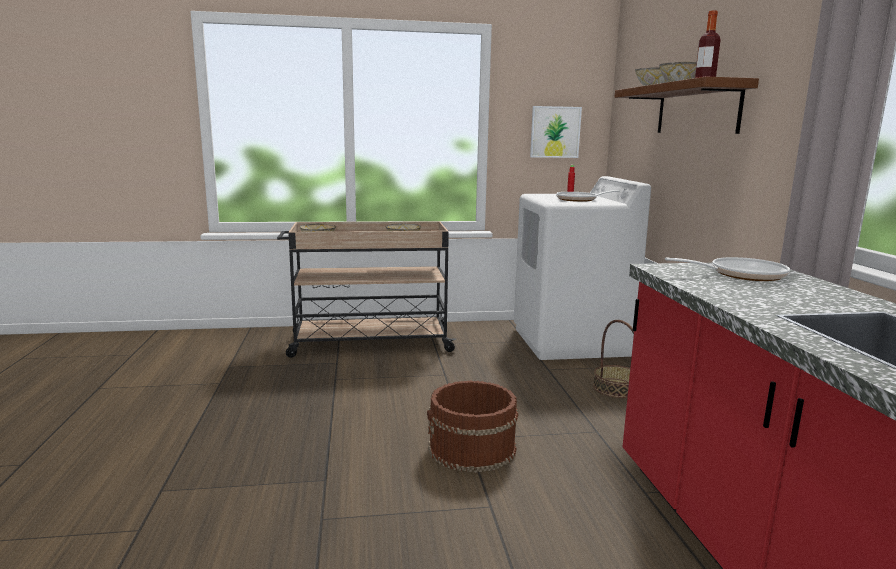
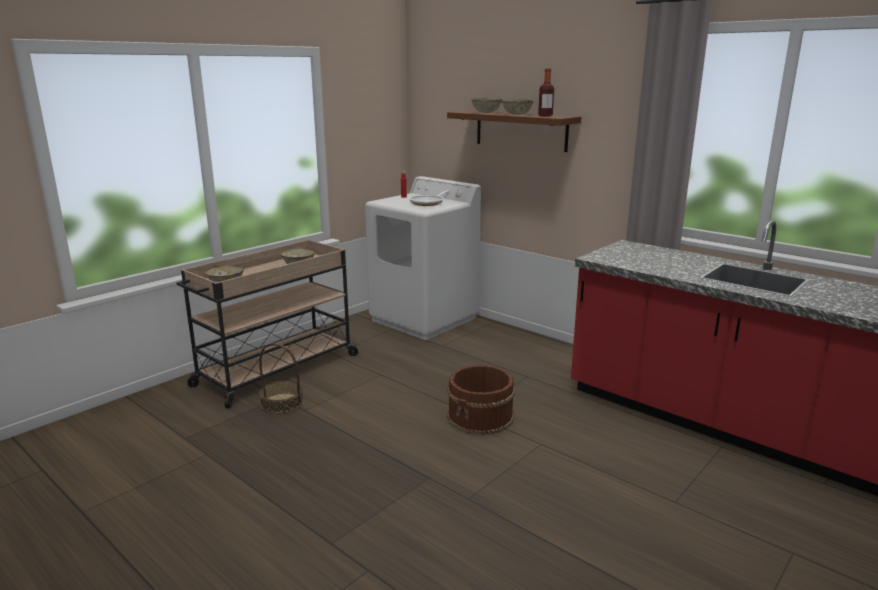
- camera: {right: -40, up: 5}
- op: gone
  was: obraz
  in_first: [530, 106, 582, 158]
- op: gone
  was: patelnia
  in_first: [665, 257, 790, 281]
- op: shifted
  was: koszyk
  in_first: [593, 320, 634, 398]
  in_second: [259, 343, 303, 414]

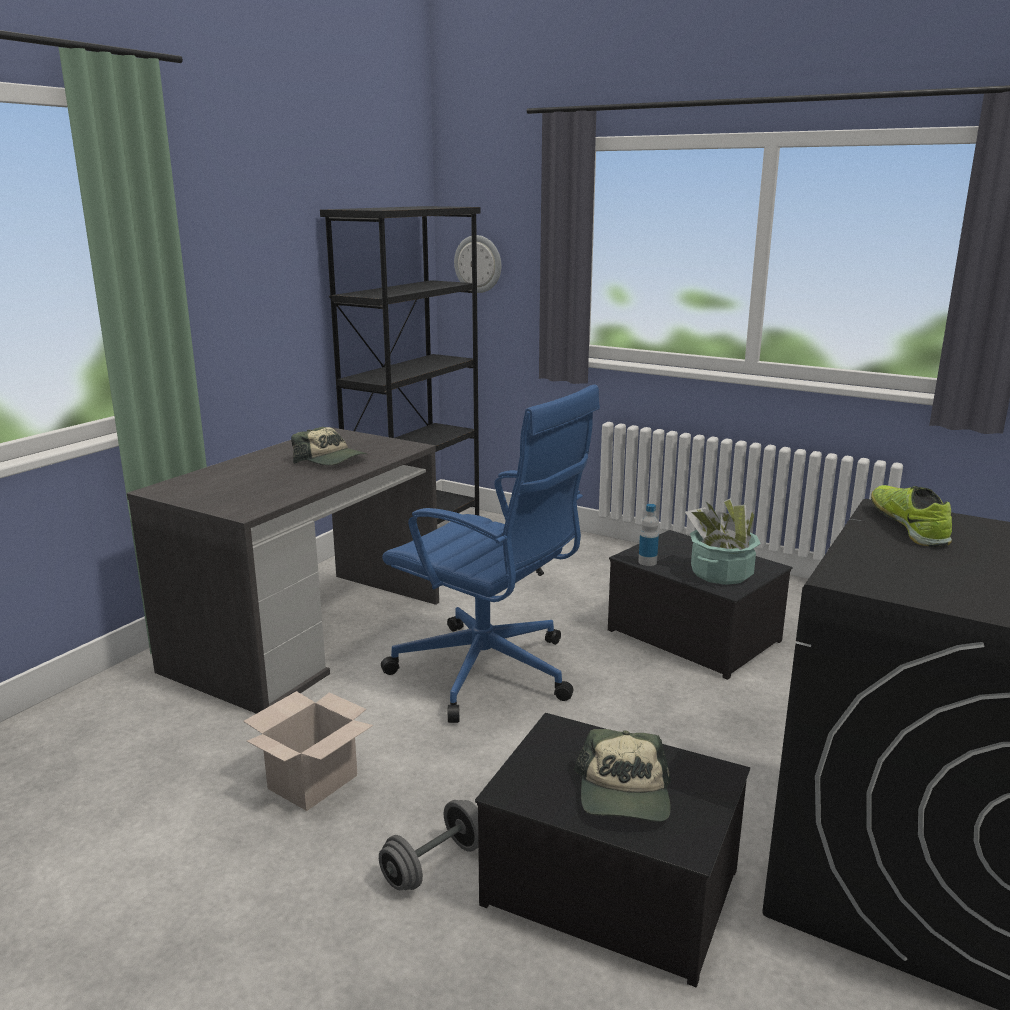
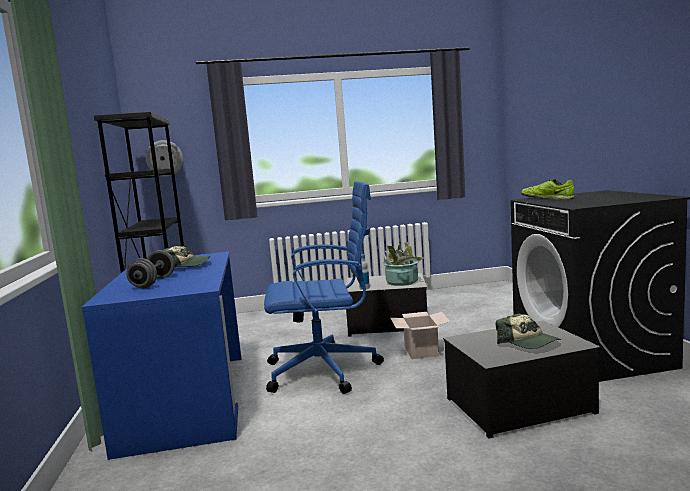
- camera: {right: -40, up: -10}
- op: shifted
  was: karton
  in_first: [243, 691, 373, 811]
  in_second: [390, 312, 450, 359]
- op: shifted
  was: hantel (szary)
  in_first: [379, 800, 478, 890]
  in_second: [126, 250, 175, 288]
- op: repainted
  was: biurko (szary)
  now: biurko (niebieski)
  in_first: [127, 427, 439, 714]
  in_second: [82, 252, 241, 460]

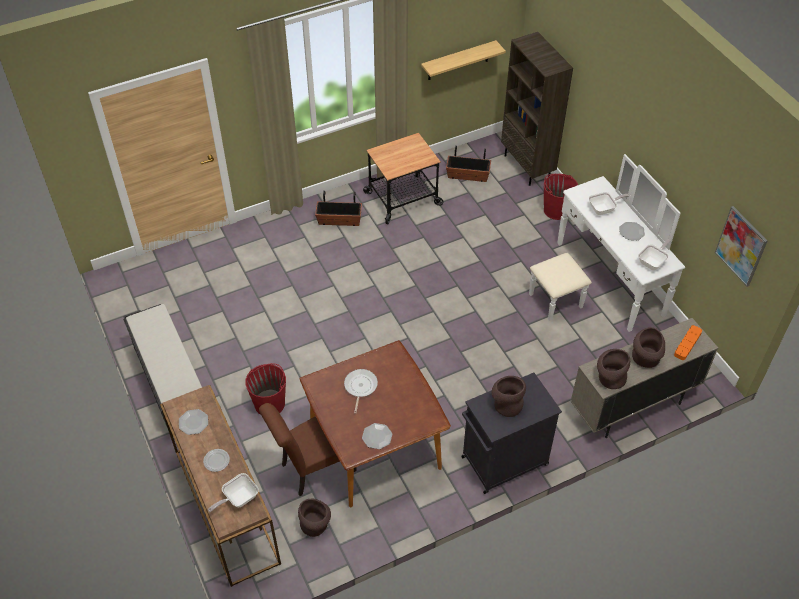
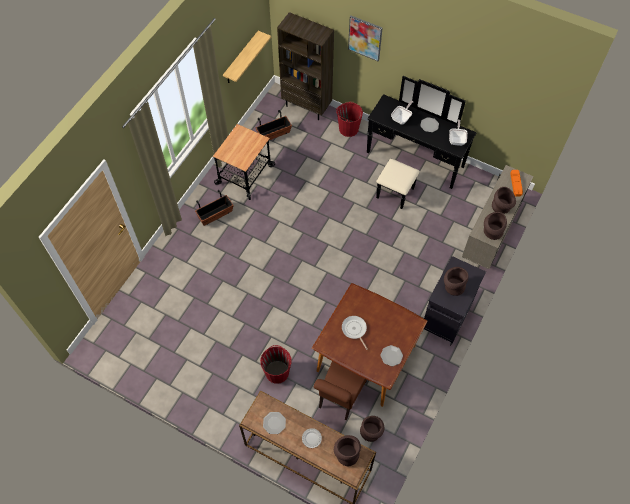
- camera: {right: -35, up: 10}
- op: gone
  was: ławka (czarny)
  in_first: [123, 304, 202, 437]
- op: shifted
  was: obraz
  in_first: [715, 206, 767, 287]
  in_second: [348, 16, 383, 61]
- op: swapped
  was: patelnia
  now: wazon (brązowy)
  in_first: [208, 473, 259, 512]
  in_second: [334, 435, 361, 466]
- op: repainted
  was: komoda (biały)
  now: komoda (czarny)
  in_first: [529, 154, 685, 332]
  in_second: [367, 76, 476, 209]

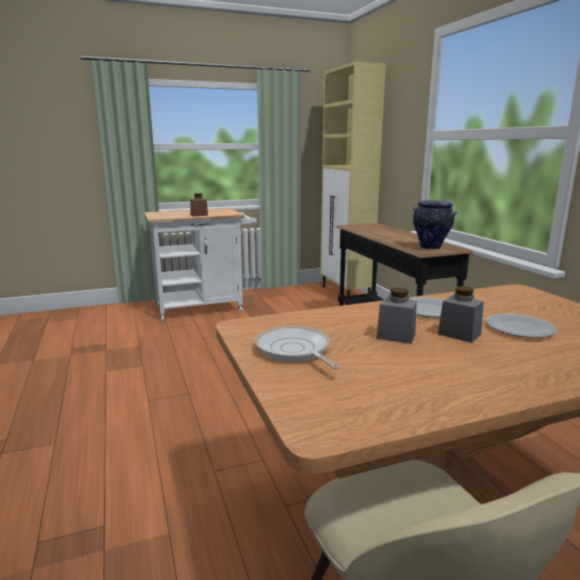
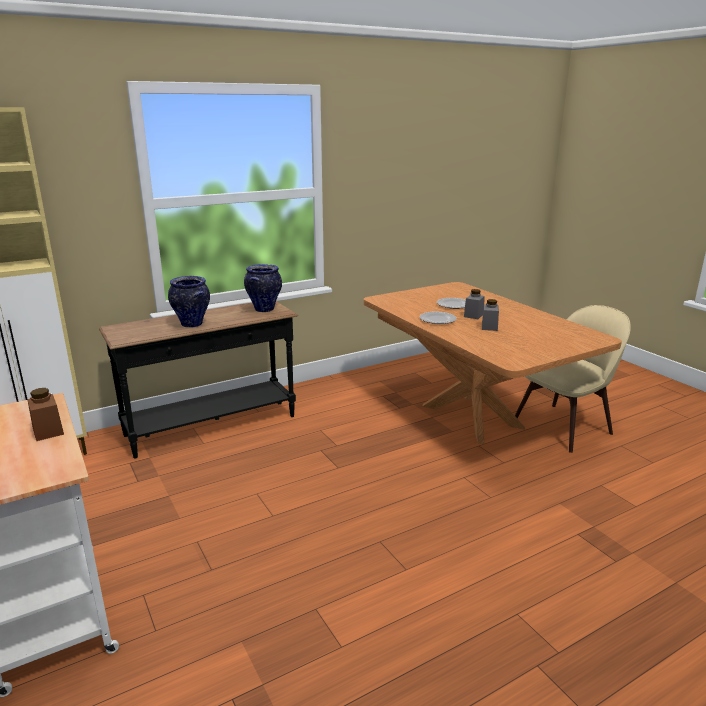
- camera: {right: -100, up: 5}
- op: gone
  was: patelnia
  in_first: [255, 326, 340, 369]
- op: new
  now: wazon
  in_second: [168, 276, 210, 328]

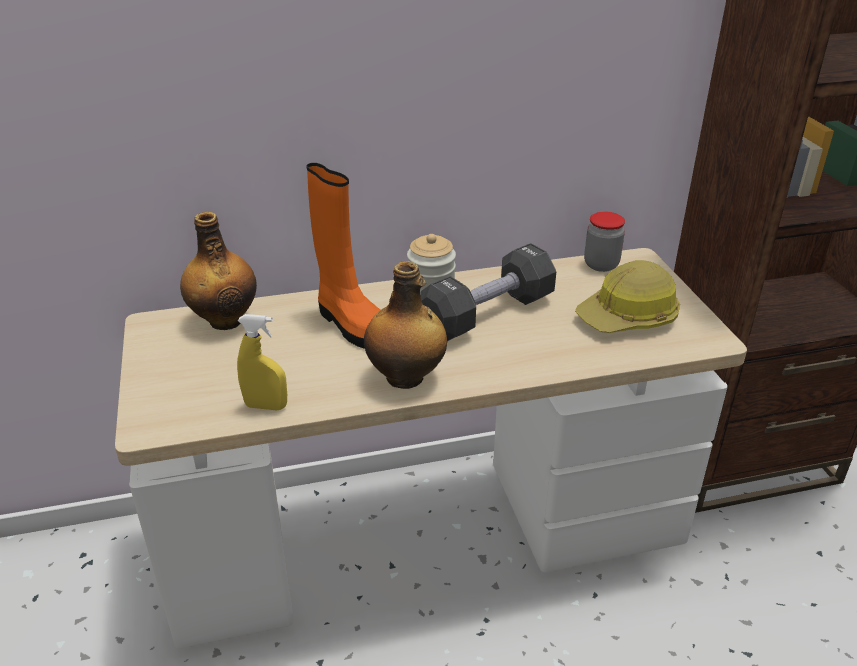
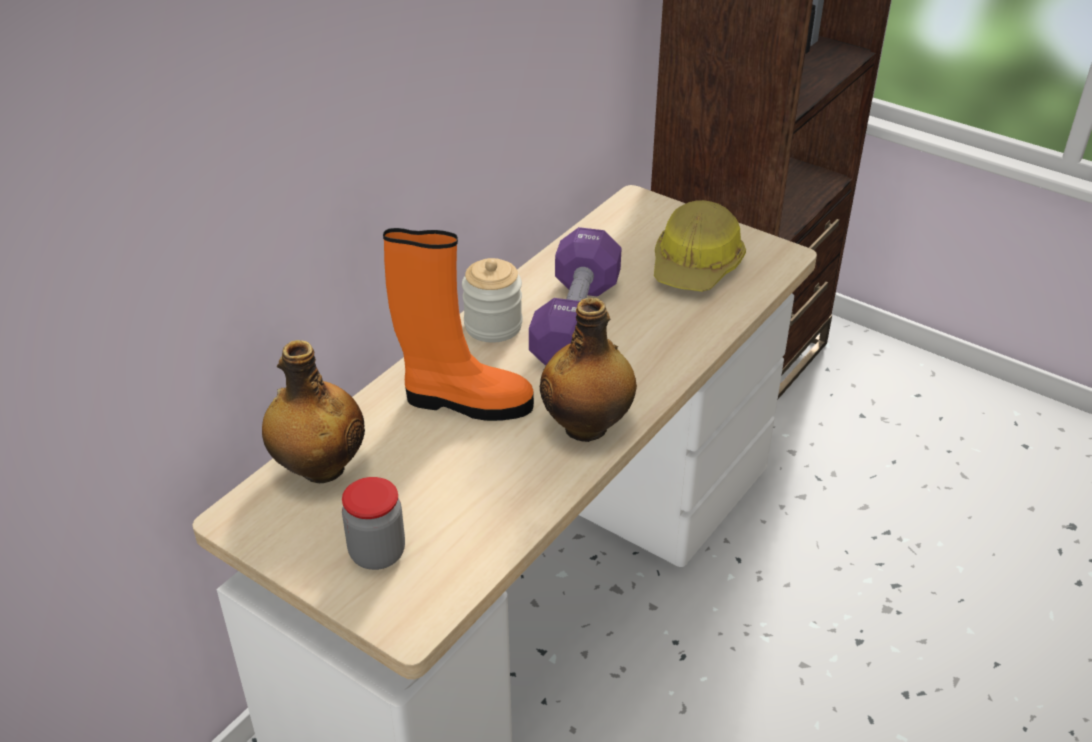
- camera: {right: -40, up: 5}
- op: gone
  was: spryskiwacz (żółty)
  in_first: [237, 314, 287, 410]
- op: shifted
  was: słoik
  in_first: [584, 212, 625, 272]
  in_second: [342, 477, 405, 570]
- op: repainted
  was: hantel (czarny)
  now: hantel (fioletowy)
  in_first: [420, 243, 556, 341]
  in_second: [529, 227, 622, 366]

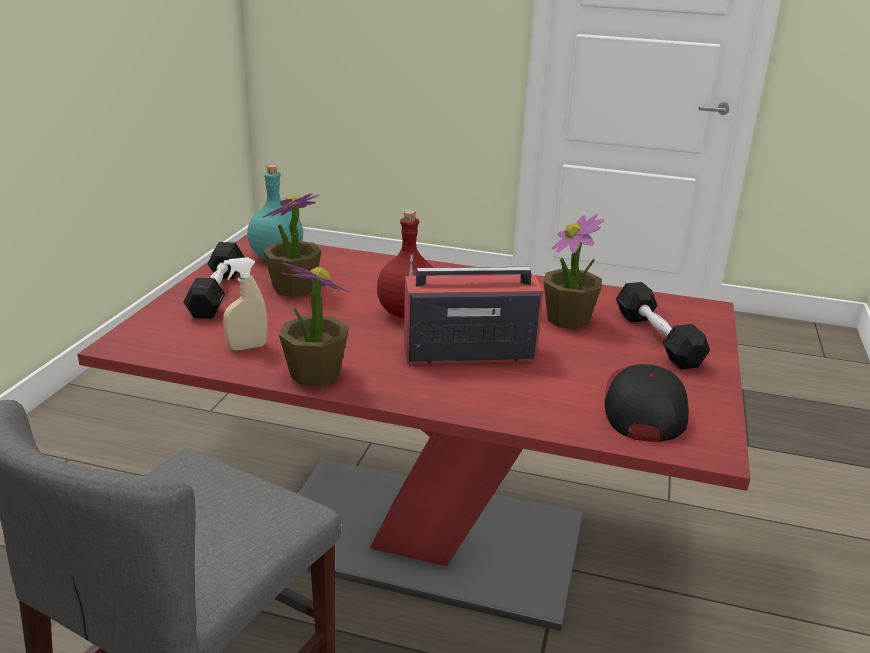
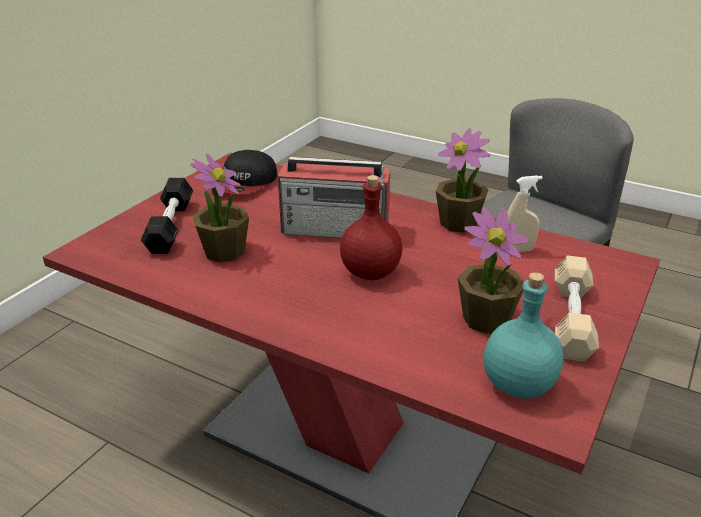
- camera: {right: -165, up: 5}
- op: repainted
  was: hantel (czarny)
  now: hantel (beżowy)
  in_first: [183, 242, 245, 319]
  in_second: [555, 255, 599, 362]

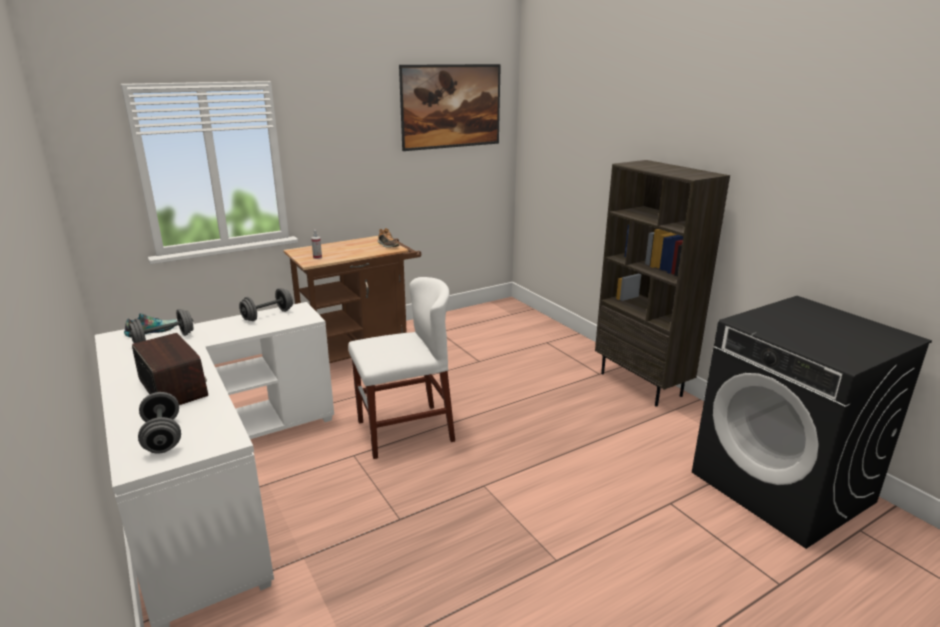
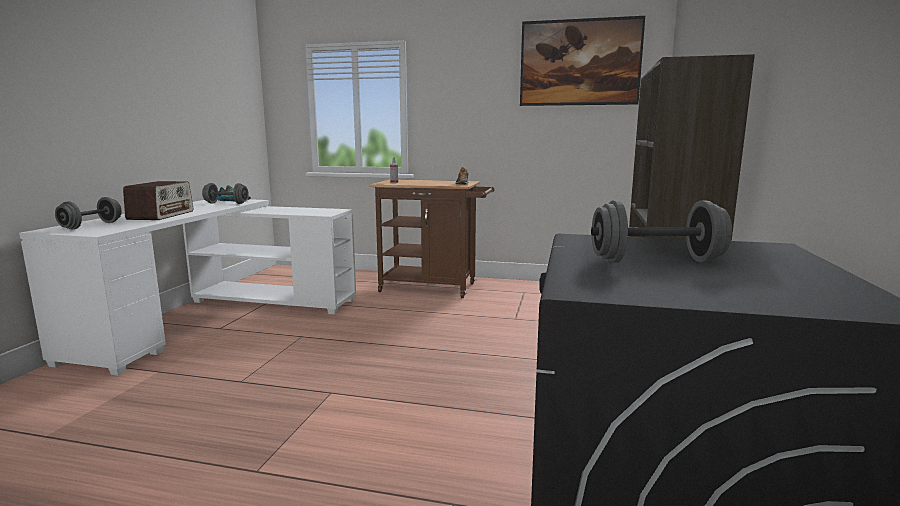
- camera: {right: 45, up: -10}
- op: gone
  was: krzesło (biały)
  in_first: [348, 277, 455, 459]
- op: shifted
  was: hantel (szary)
  in_first: [239, 288, 293, 321]
  in_second: [591, 200, 732, 263]

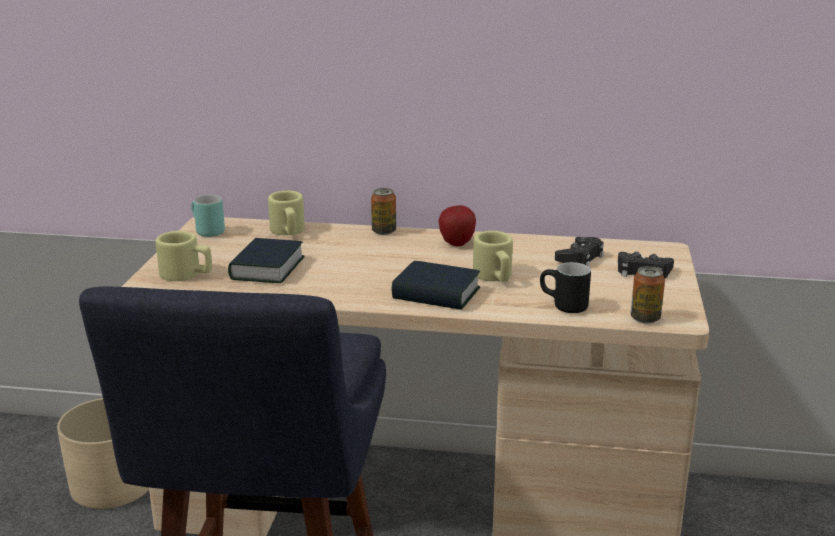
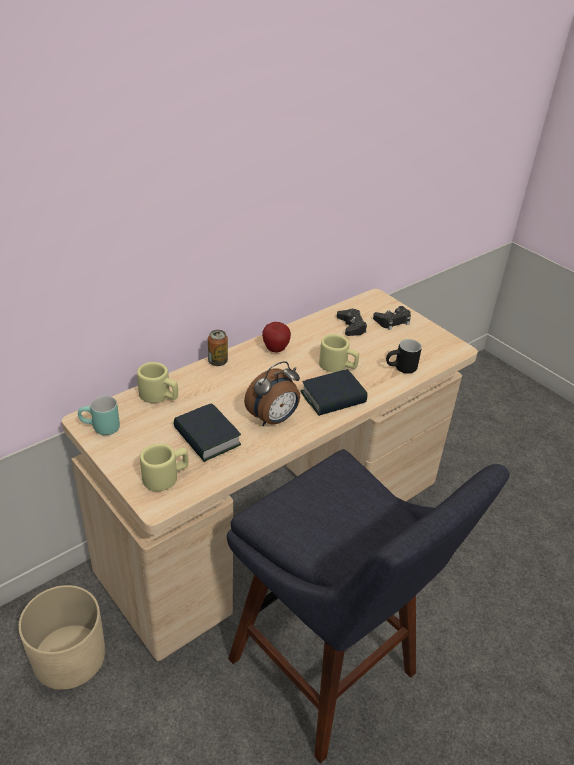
- camera: {right: -50, up: 15}
- op: gone
  was: puszka
  in_first: [631, 266, 665, 324]
- op: new
  now: budzik
  in_second: [244, 361, 300, 426]

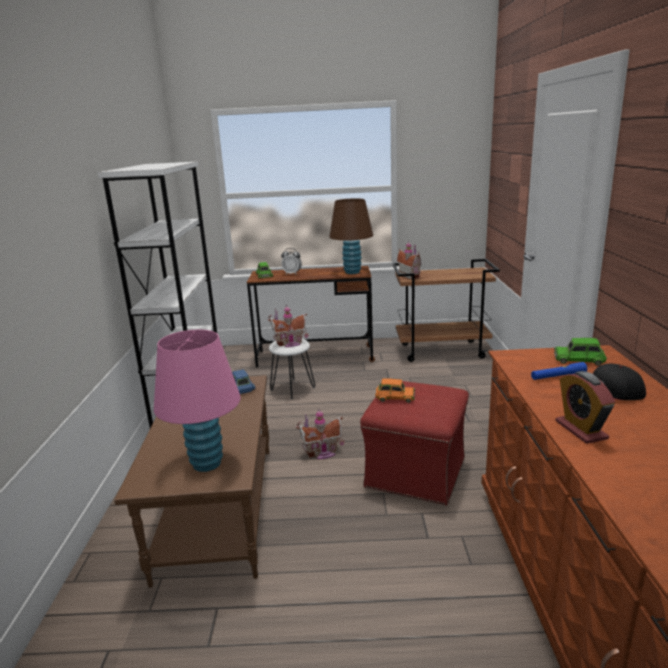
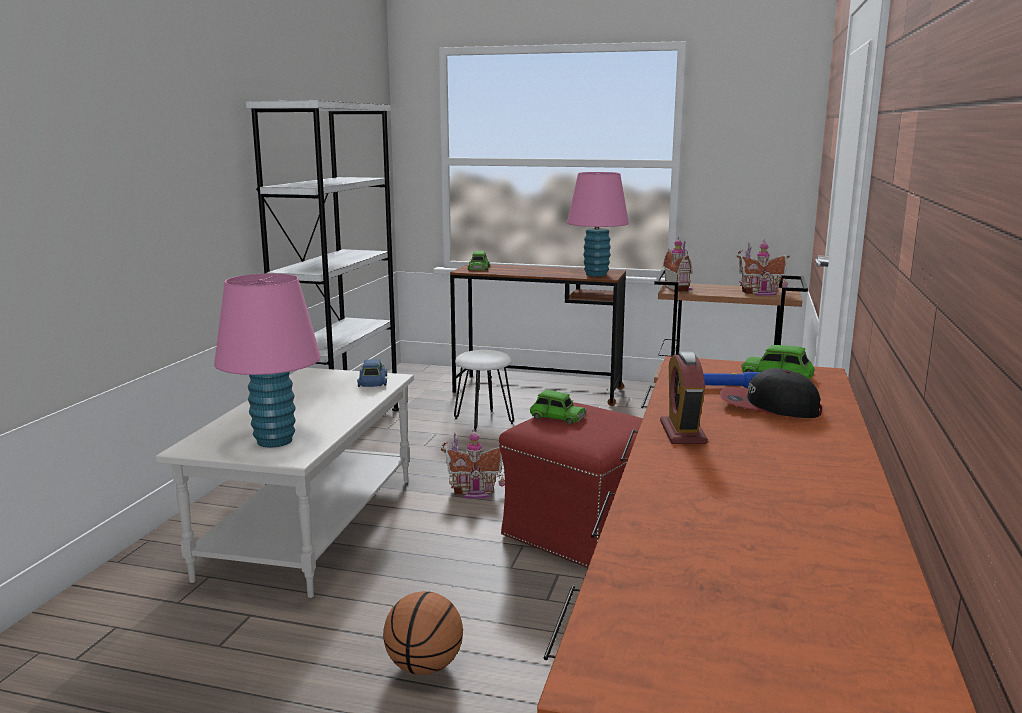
- camera: {right: 15, up: -5}
- op: gone
  was: budzik
  in_first: [281, 248, 302, 275]
- op: new
  now: piłka do koszykówki
  in_second: [383, 591, 463, 675]
- op: shifted
  was: domek
  in_first: [268, 305, 309, 347]
  in_second: [737, 239, 790, 296]
- op: repainted
  was: ława (brązowy)
  now: ława (biały)
  in_first: [114, 375, 269, 588]
  in_second: [156, 368, 414, 598]
- op: repainted
  was: lampa stołowa (brązowy)
  now: lampa stołowa (różowy)
  in_first: [329, 198, 373, 274]
  in_second: [567, 172, 629, 277]
- op: repainted
  was: samochodzik (pomarańczowy)
  now: samochodzik (zielony)
  in_first: [375, 378, 415, 403]
  in_second: [530, 390, 587, 425]

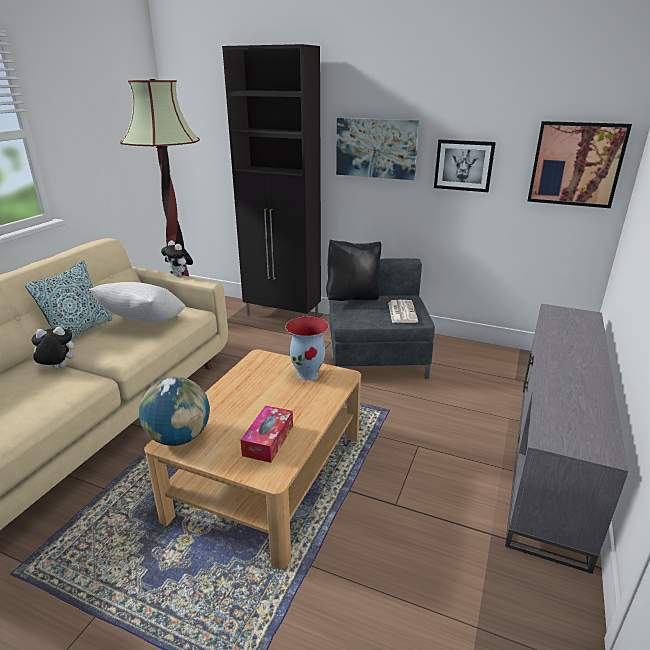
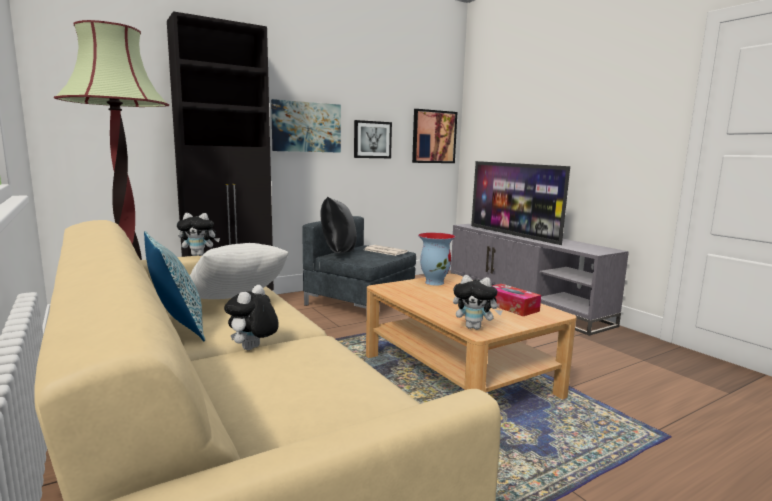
- camera: {right: -55, up: -15}
- op: new
  now: telewizor
  in_second: [471, 161, 570, 245]
- op: swapped
  was: globus
  now: pluszak
  in_first: [139, 377, 210, 446]
  in_second: [453, 275, 503, 330]

